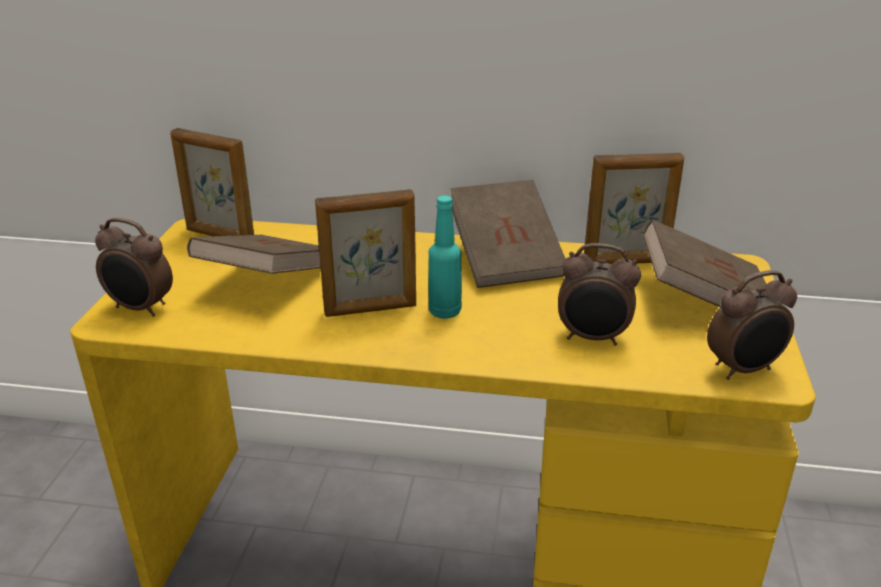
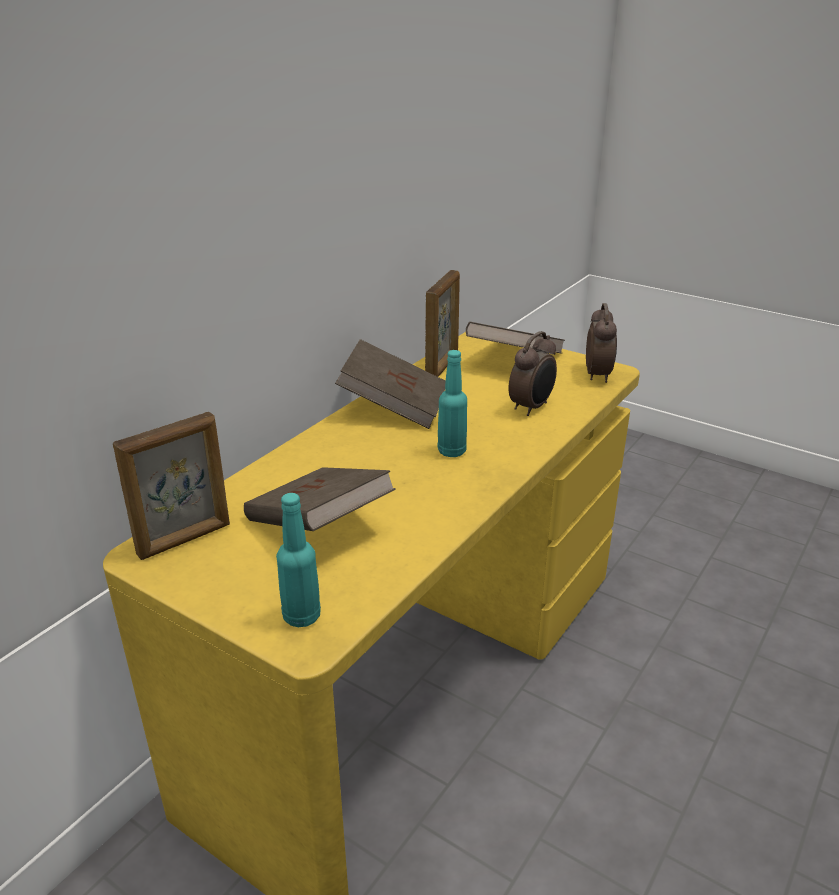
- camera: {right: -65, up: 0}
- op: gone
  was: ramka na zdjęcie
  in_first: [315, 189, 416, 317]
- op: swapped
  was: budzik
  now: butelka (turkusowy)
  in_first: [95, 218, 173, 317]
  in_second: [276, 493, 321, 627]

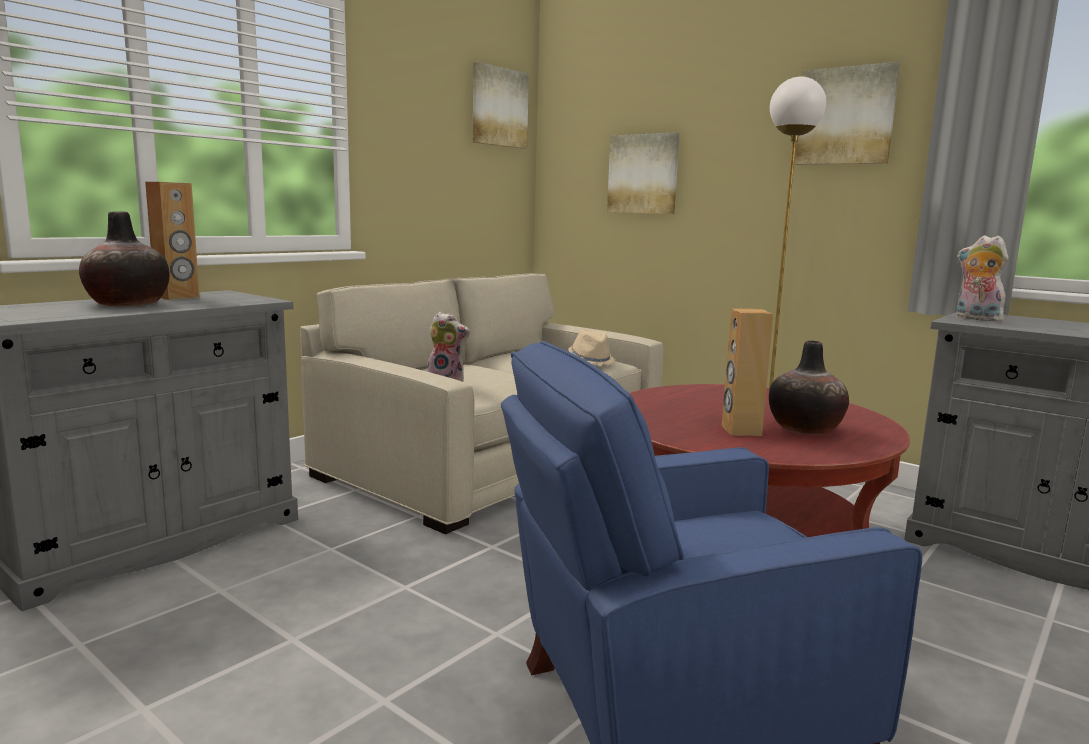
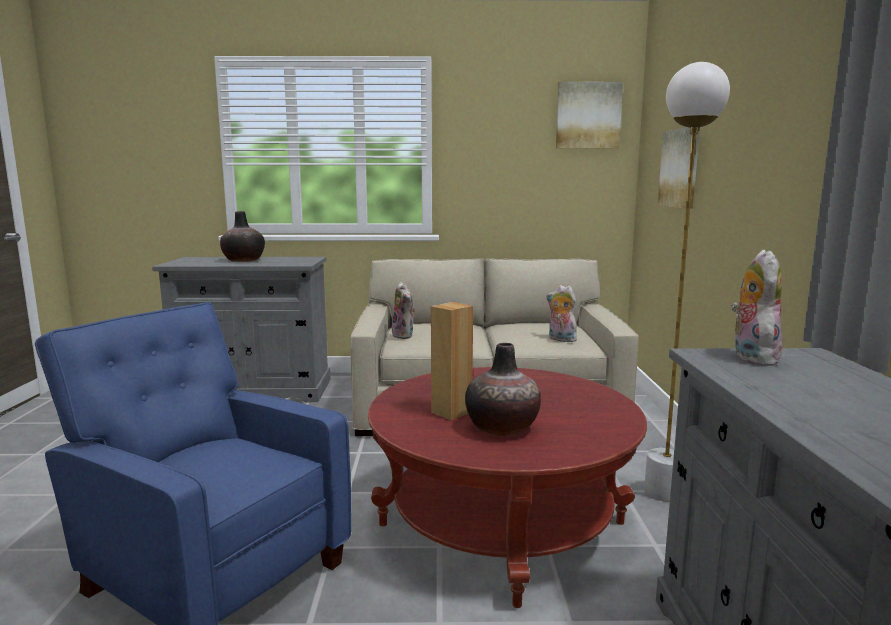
- camera: {right: 50, up: 0}
- op: gone
  was: głośnik (brązowy)
  in_first: [145, 182, 200, 300]
- op: gone
  was: obraz
  in_first: [794, 62, 900, 165]
- op: swapped
  was: kapelusz (beżowy)
  now: pluszak
  in_first: [568, 329, 615, 365]
  in_second: [546, 285, 577, 342]

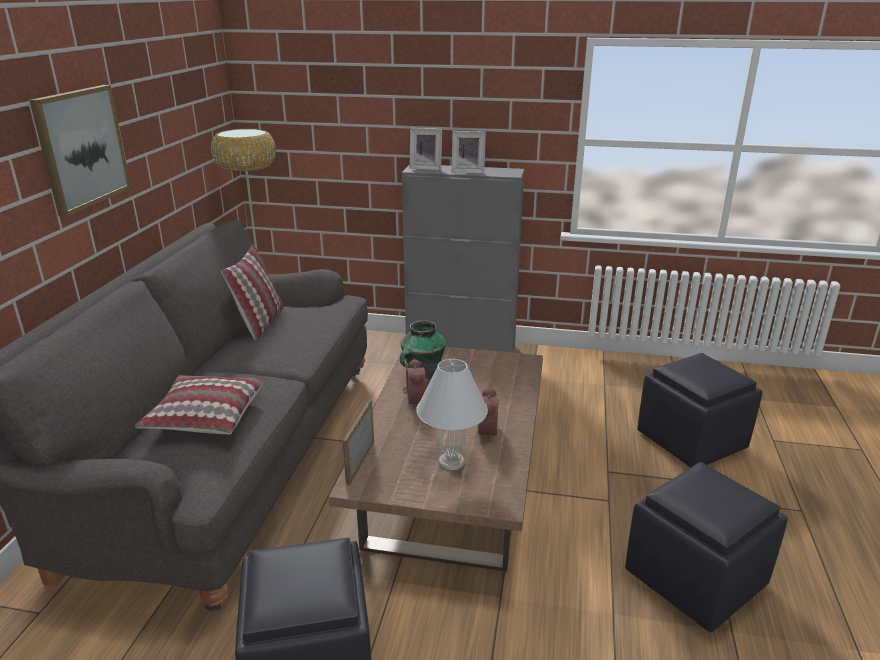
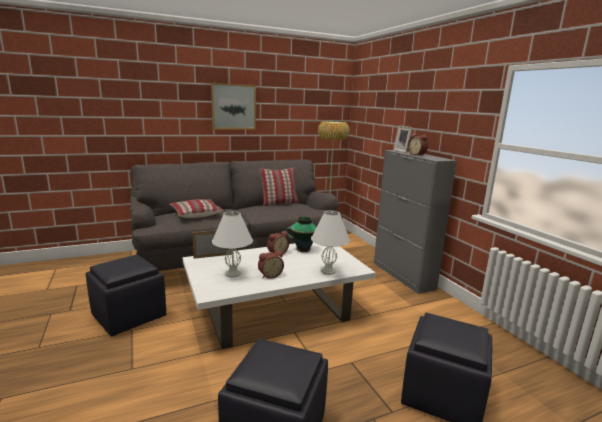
- camera: {right: 55, up: -10}
- op: new
  now: lampa stołowa (biały)
  in_second: [311, 211, 350, 275]
- op: swapped
  was: ramka na zdjęcie
  now: budzik
  in_first: [452, 131, 486, 174]
  in_second: [408, 133, 428, 156]
- op: repainted
  was: ława (brązowy)
  now: ława (biały)
  in_first: [329, 347, 543, 572]
  in_second: [183, 242, 376, 349]

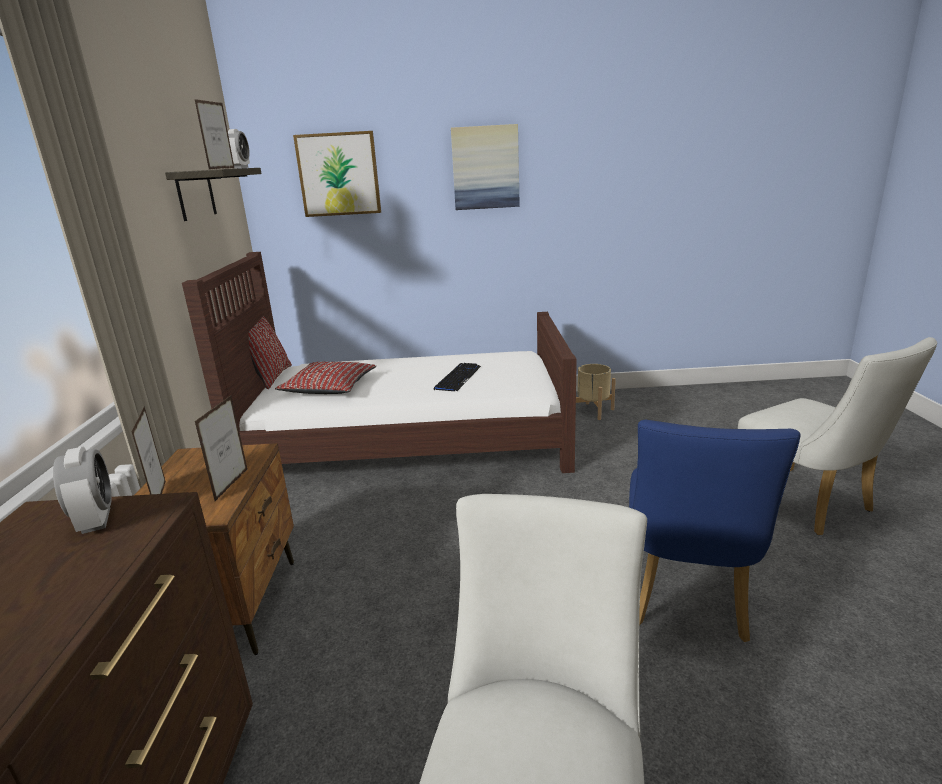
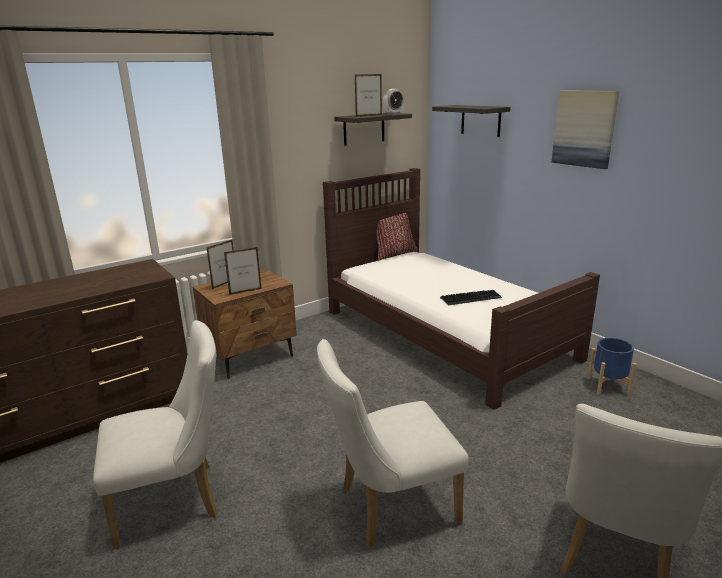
- camera: {right: 55, up: 0}
- op: gone
  was: budzik
  in_first: [53, 447, 112, 534]
- op: gone
  was: poduszka (czerwony)
  in_first: [275, 362, 376, 394]
- op: swapped
  was: obraz
  now: półka
  in_first: [293, 131, 381, 217]
  in_second: [432, 105, 511, 137]
- op: repainted
  was: donica (beżowy)
  now: donica (niebieski)
  in_first: [576, 364, 616, 420]
  in_second: [587, 338, 637, 396]
- op: repainted
  was: krzesło (niebieski)
  now: krzesło (biały)
  in_first: [629, 420, 801, 642]
  in_second: [317, 339, 469, 548]

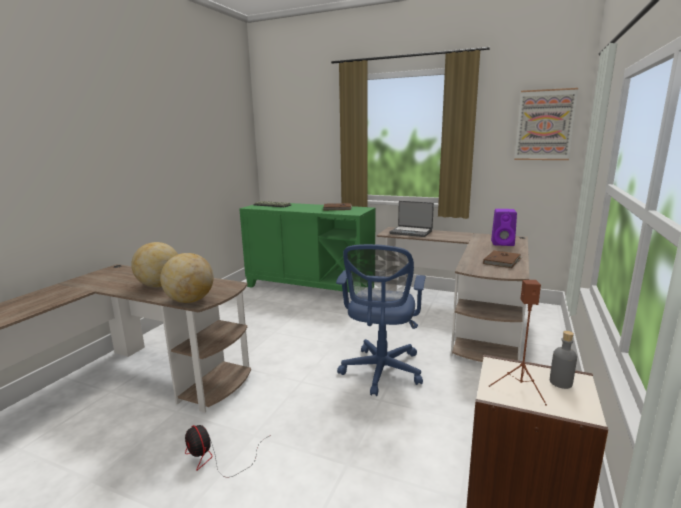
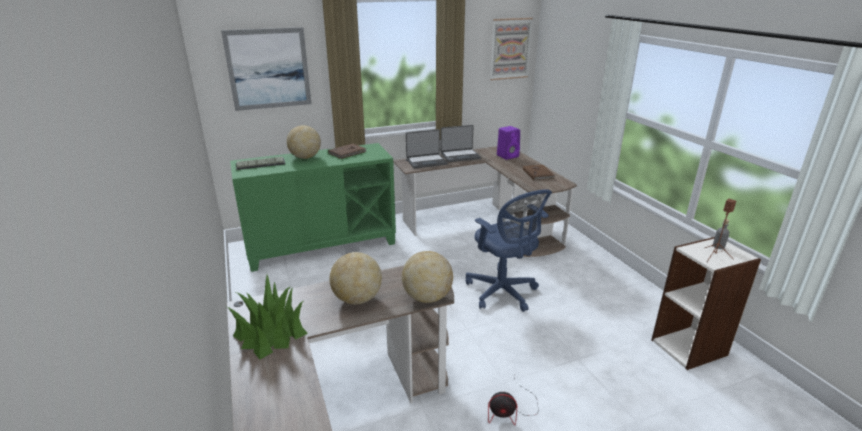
- camera: {right: -45, up: 10}
- op: new
  now: obraz
  in_second: [221, 27, 311, 111]
- op: new
  now: roślina doniczkowa
  in_second: [227, 275, 308, 360]
- op: new
  now: globus
  in_second: [287, 125, 321, 159]
- op: new
  now: laptop
  in_second: [441, 125, 481, 162]

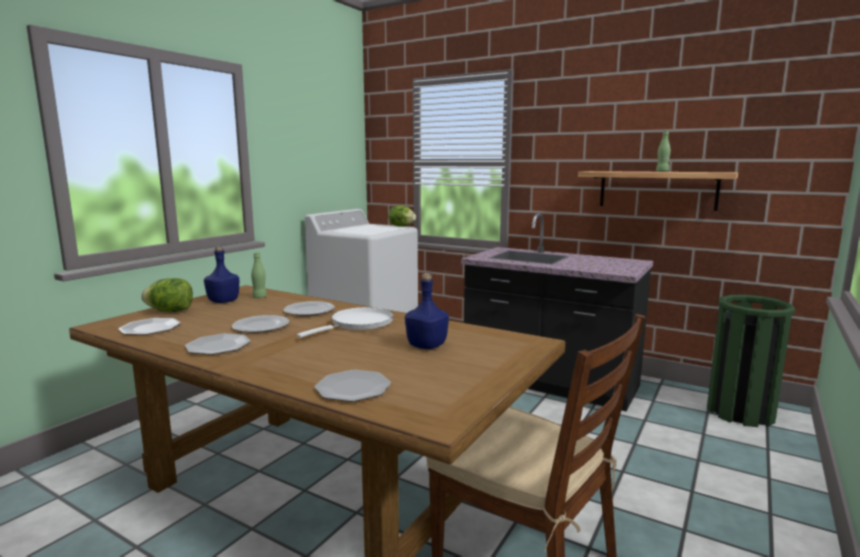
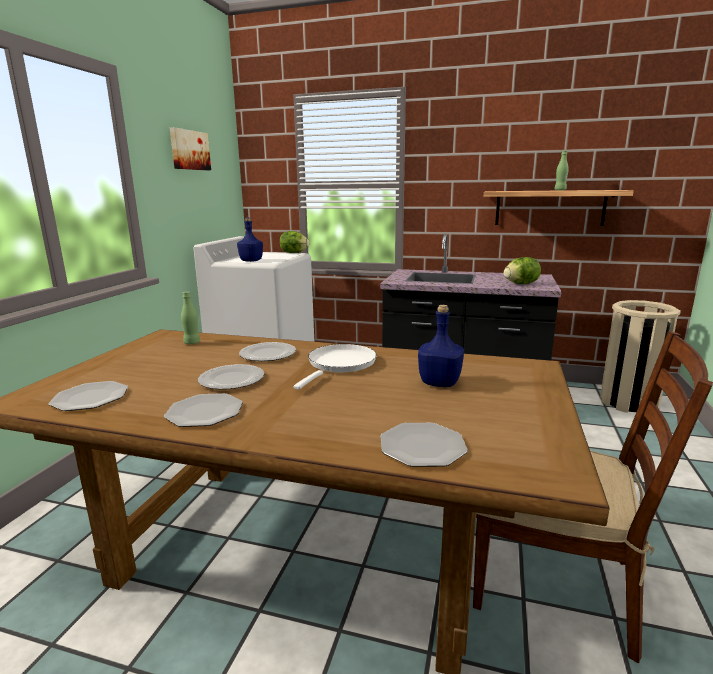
- camera: {right: -15, up: 5}
- op: new
  now: obraz
  in_second: [170, 127, 211, 170]
- op: shifted
  was: sałata
  in_first: [141, 278, 193, 312]
  in_second: [504, 257, 541, 284]
- op: shifted
  was: butelka (niebieski)
  in_first: [204, 246, 239, 303]
  in_second: [237, 218, 263, 262]
- op: repainted
  was: kosz na śmieci (zielony)
  now: kosz na śmieci (beżowy)
  in_first: [707, 295, 795, 427]
  in_second: [600, 300, 681, 413]

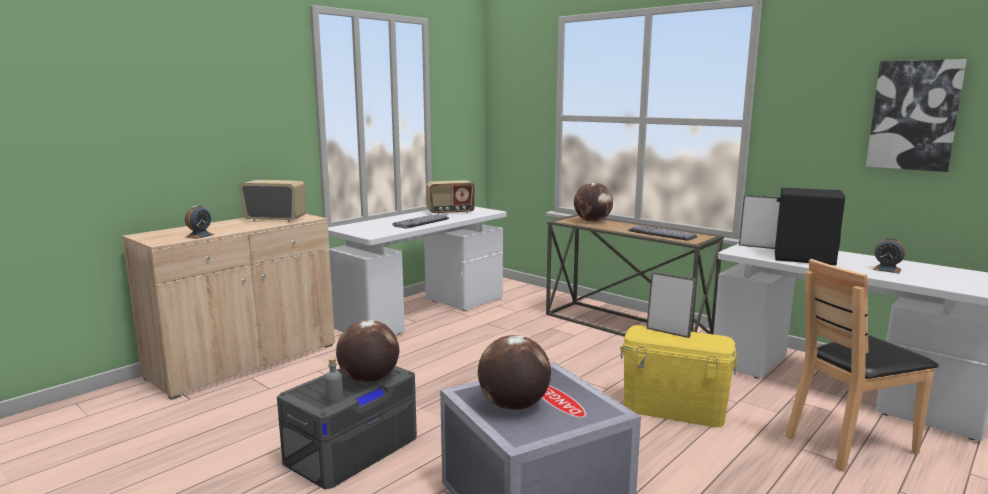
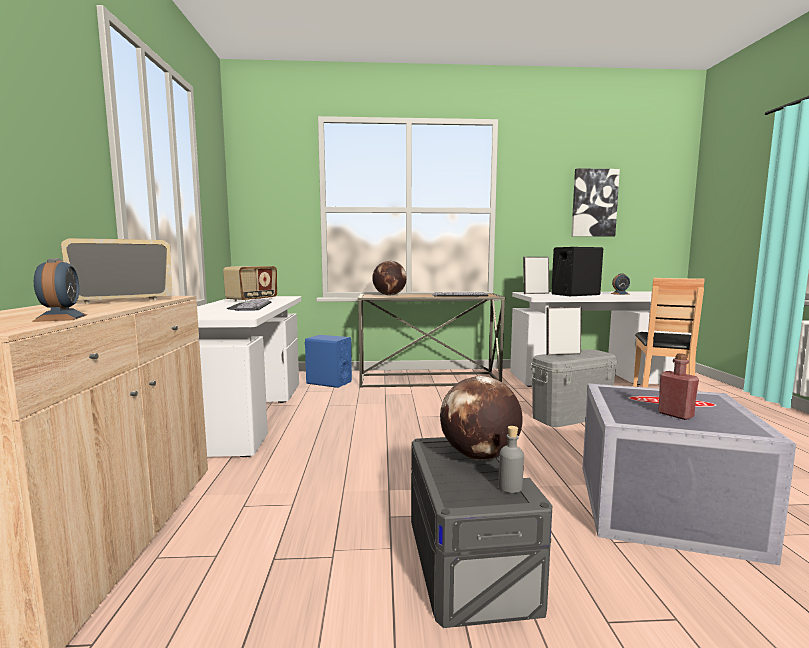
- camera: {right: -45, up: -5}
- op: new
  now: głośnik (niebieski)
  in_second: [304, 335, 352, 388]
- op: swapped
  was: globus
  now: butelka (czerwony)
  in_first: [478, 335, 551, 410]
  in_second: [658, 353, 699, 420]
- op: repainted
  was: pojemnik do przechowywania (żółty)
  now: pojemnik do przechowywania (szary)
  in_first: [620, 325, 738, 427]
  in_second: [531, 349, 617, 427]

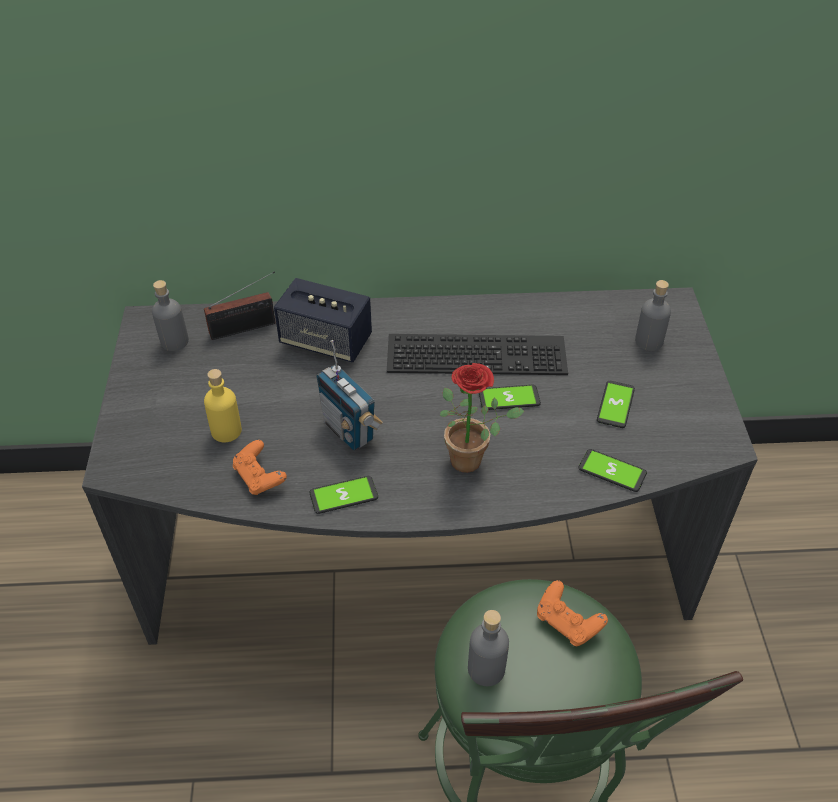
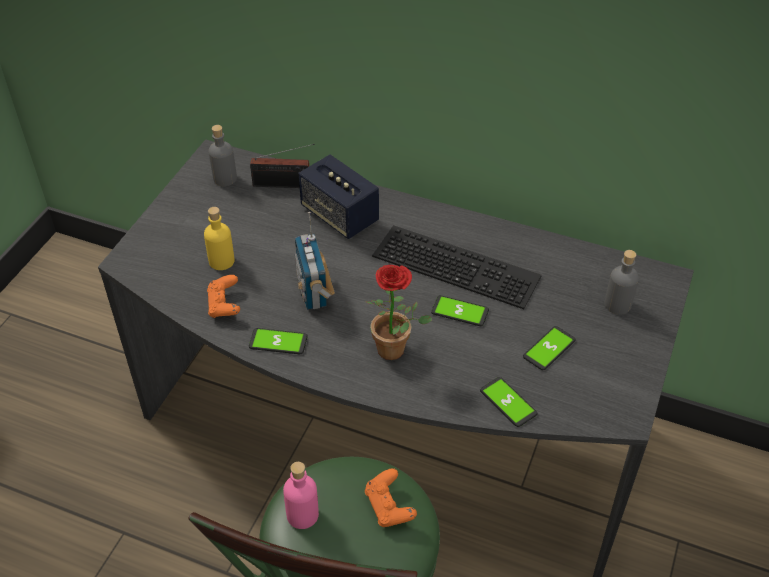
- camera: {right: 25, up: 0}
- op: repainted
  was: butelka (szary)
  now: butelka (różowy)
  in_first: [468, 610, 509, 686]
  in_second: [283, 462, 319, 529]

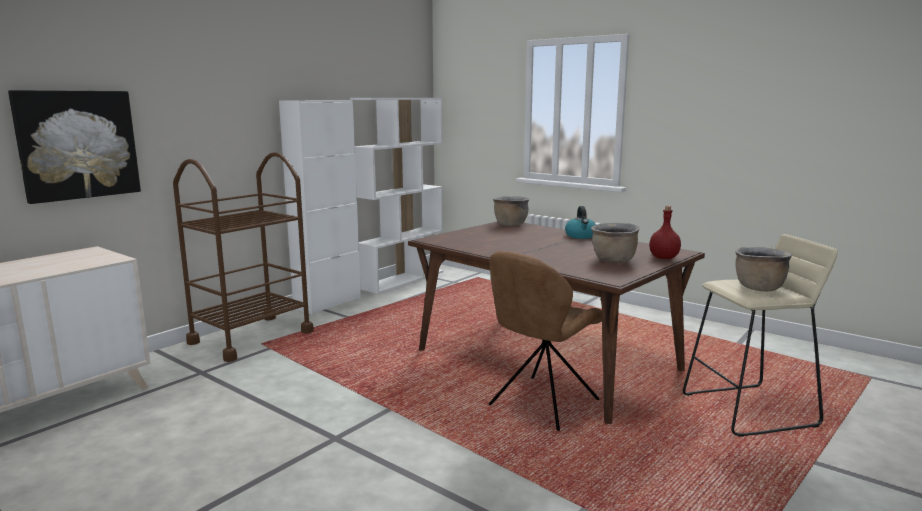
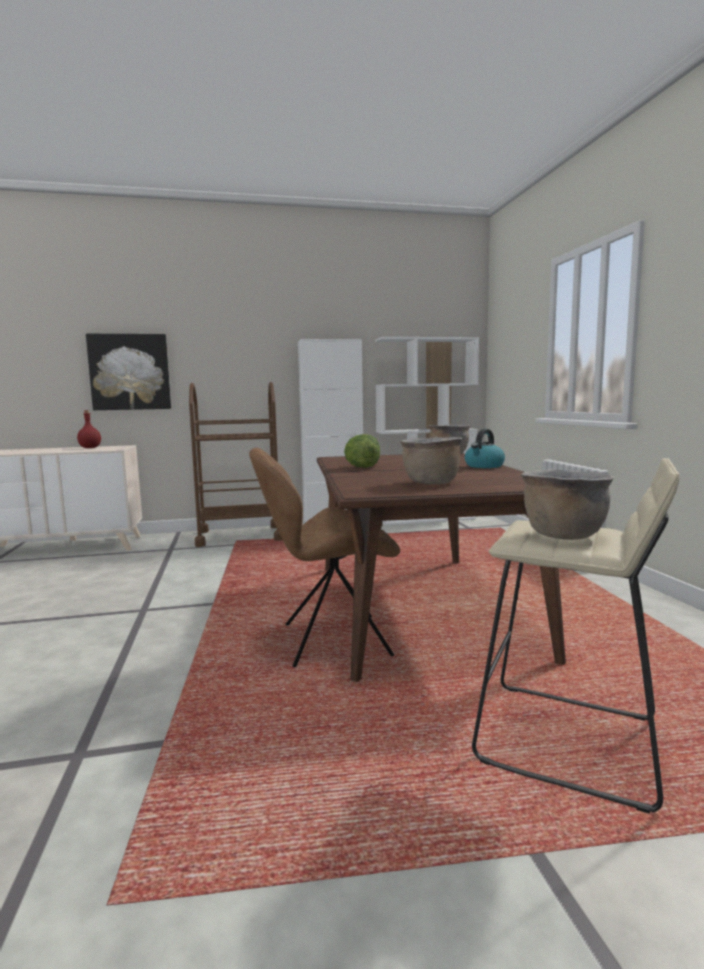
- camera: {right: 40, up: -5}
- op: new
  now: sałata
  in_second: [344, 434, 380, 468]
- op: shifted
  was: butelka (czerwony)
  in_first: [649, 206, 681, 259]
  in_second: [77, 410, 101, 448]

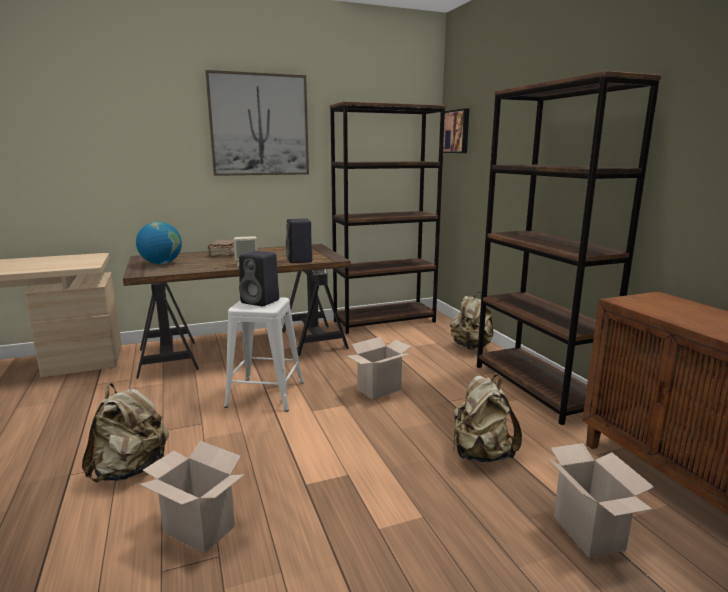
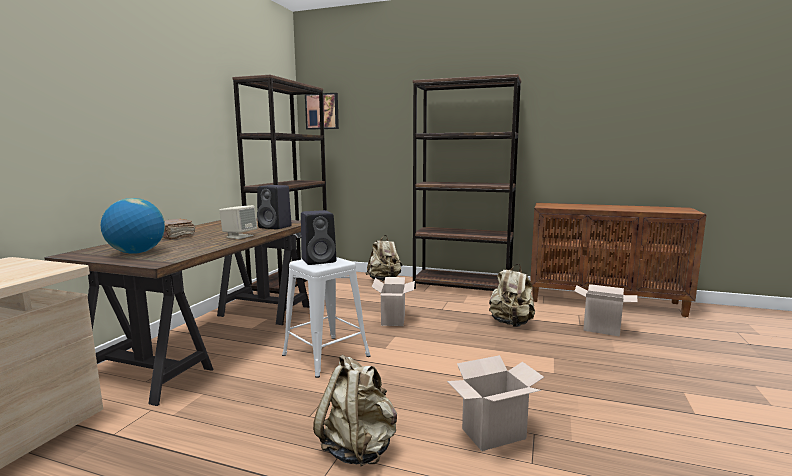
- camera: {right: -50, up: -5}
- op: gone
  was: obraz
  in_first: [205, 70, 309, 176]

